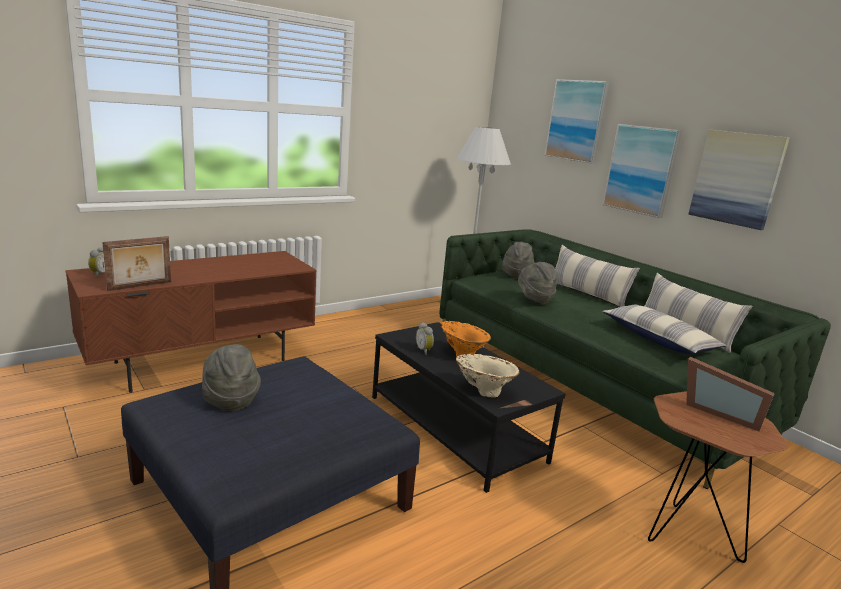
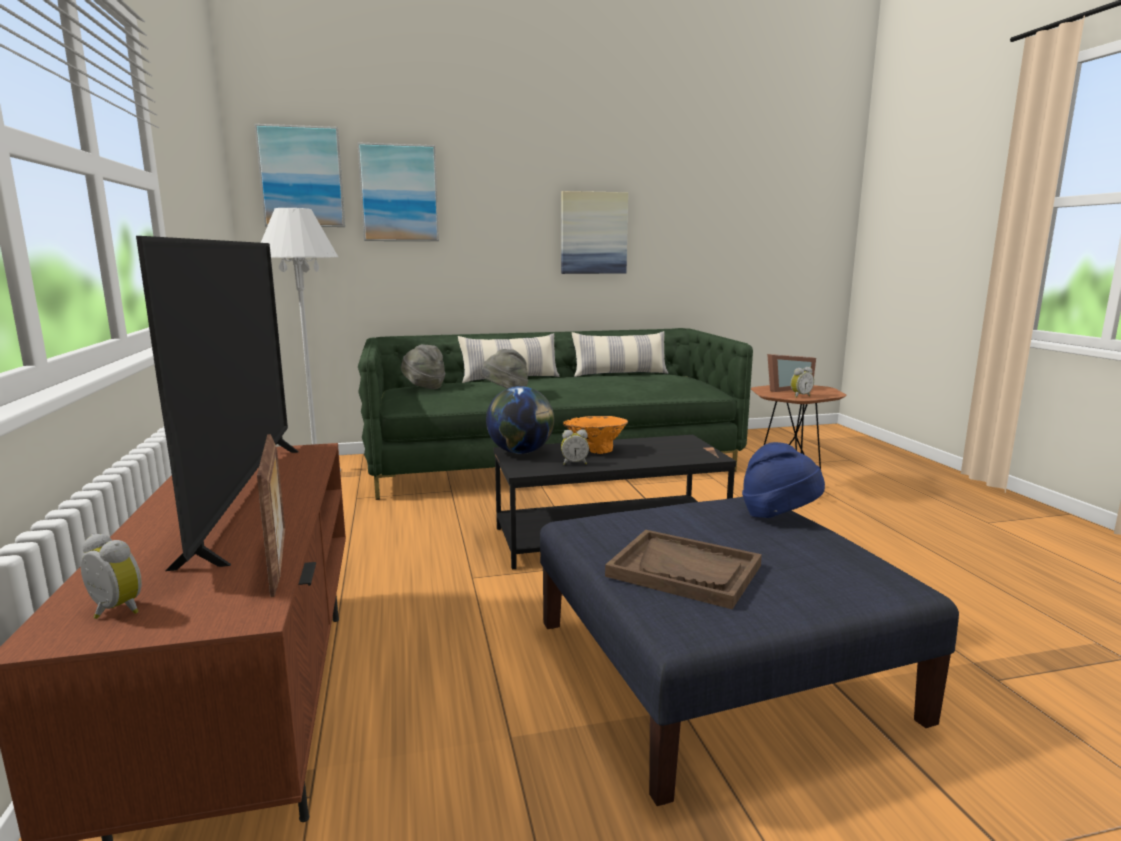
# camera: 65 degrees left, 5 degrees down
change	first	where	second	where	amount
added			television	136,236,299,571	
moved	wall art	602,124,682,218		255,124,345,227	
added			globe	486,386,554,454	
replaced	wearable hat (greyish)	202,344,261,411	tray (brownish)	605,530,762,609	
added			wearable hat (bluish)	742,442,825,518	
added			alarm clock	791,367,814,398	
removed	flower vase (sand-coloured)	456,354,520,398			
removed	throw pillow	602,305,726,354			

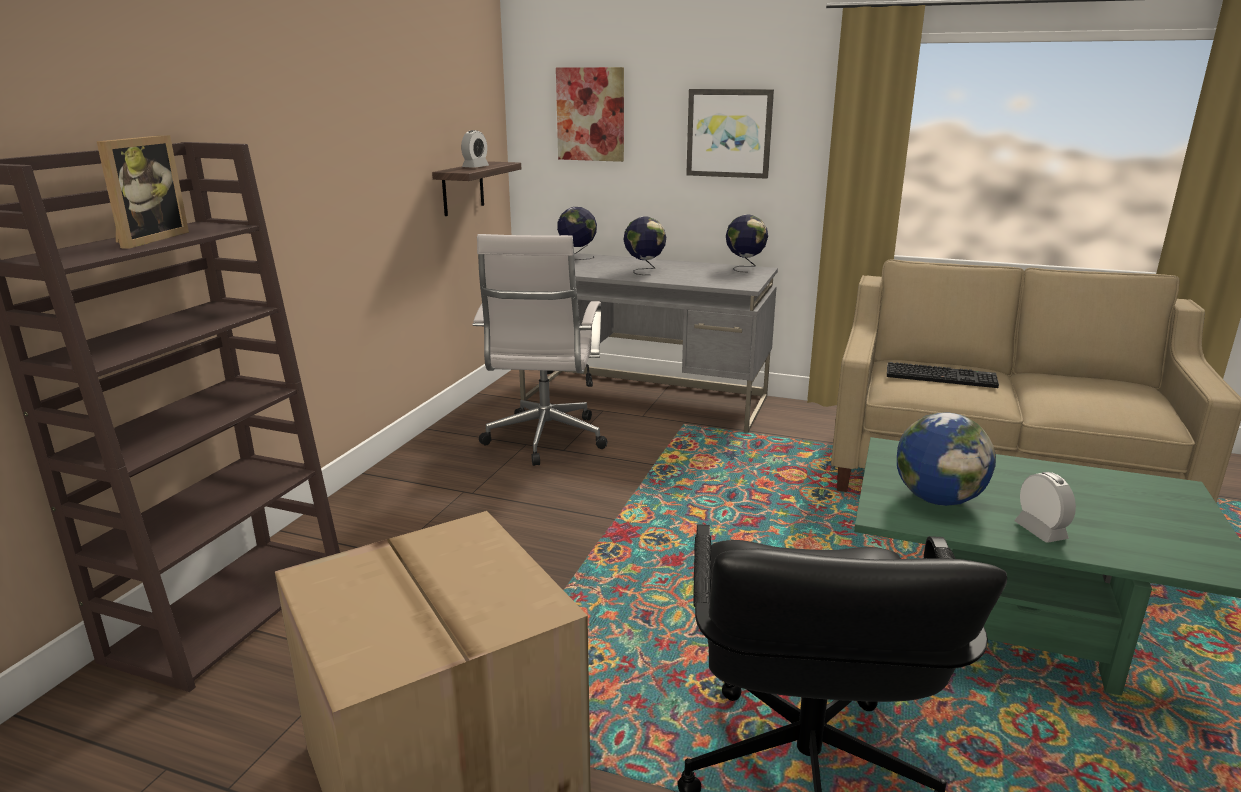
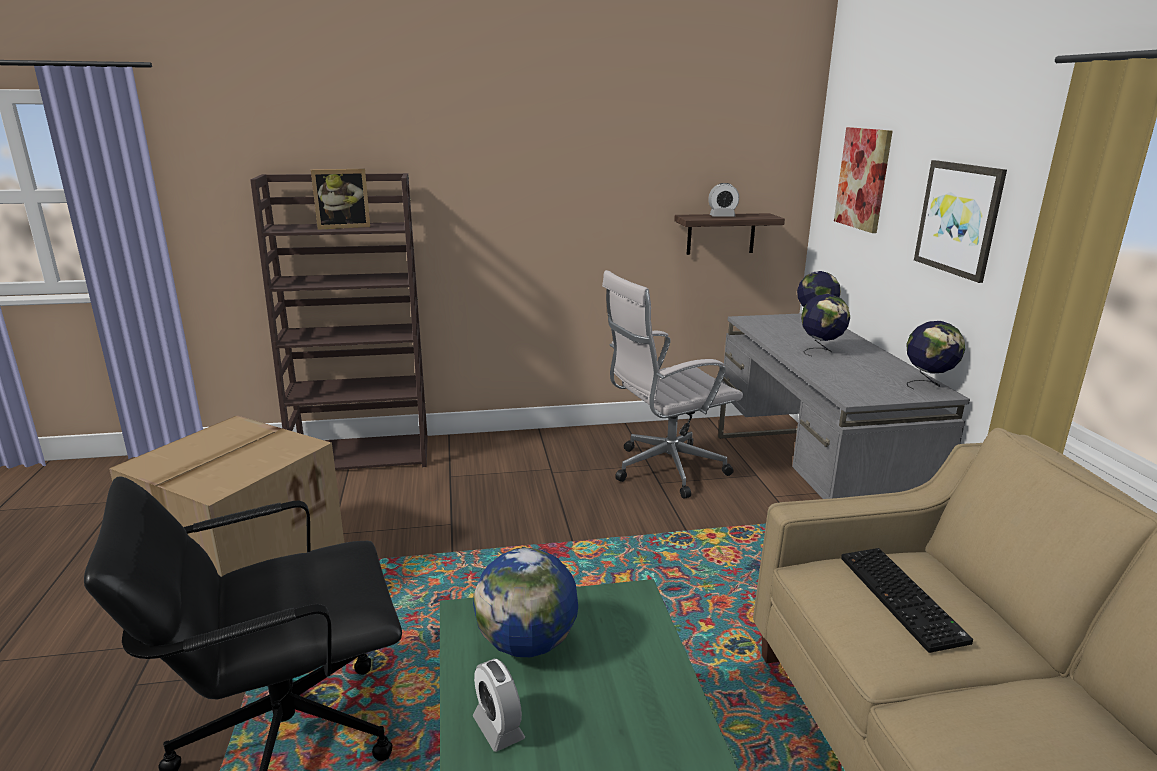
# camera: 60 degrees right, 0 degrees up
change	first	where	second	where	amount
turned	alarm clock	1014,472,1076,543		473,659,525,752	105 degrees clockwise

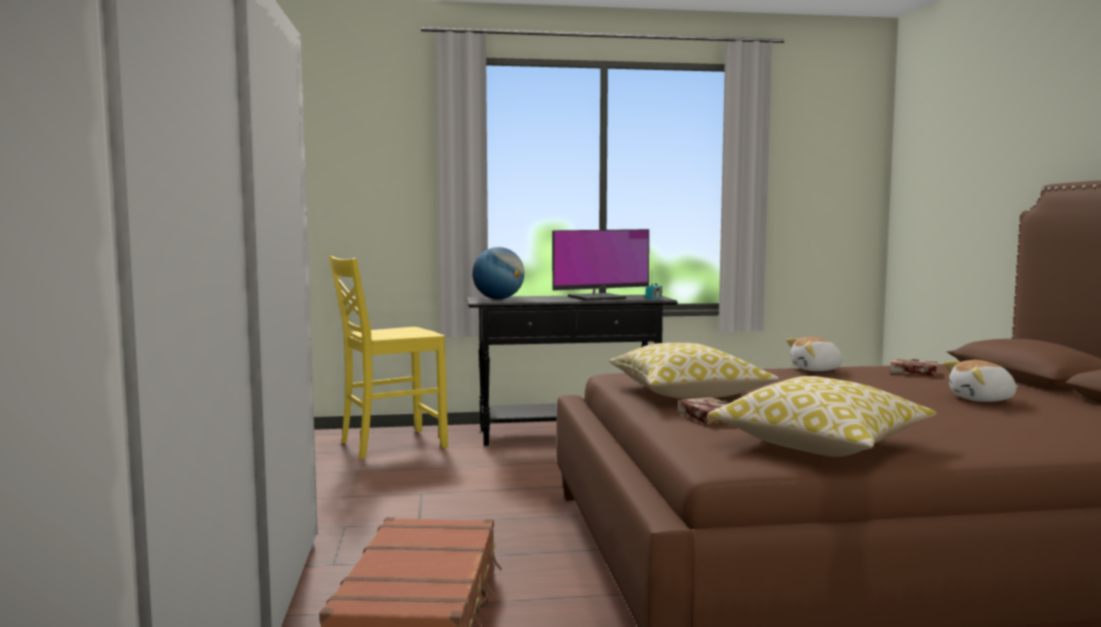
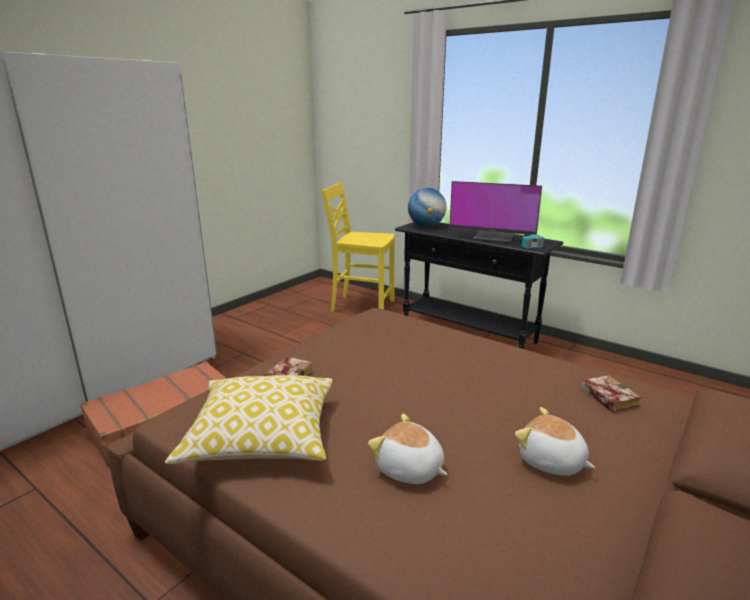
# camera: 45 degrees right, 15 degrees up
change	first	where	second	where	amount
moved	soft toy	786,337,846,371		368,414,448,484	
removed	throw pillow	609,343,779,399			

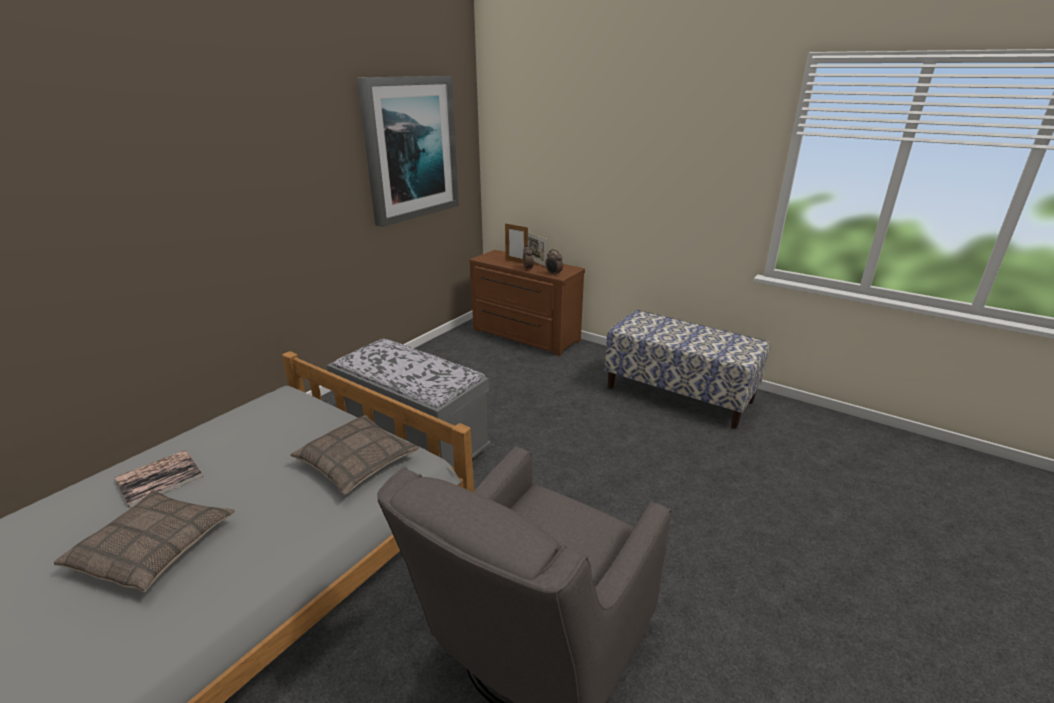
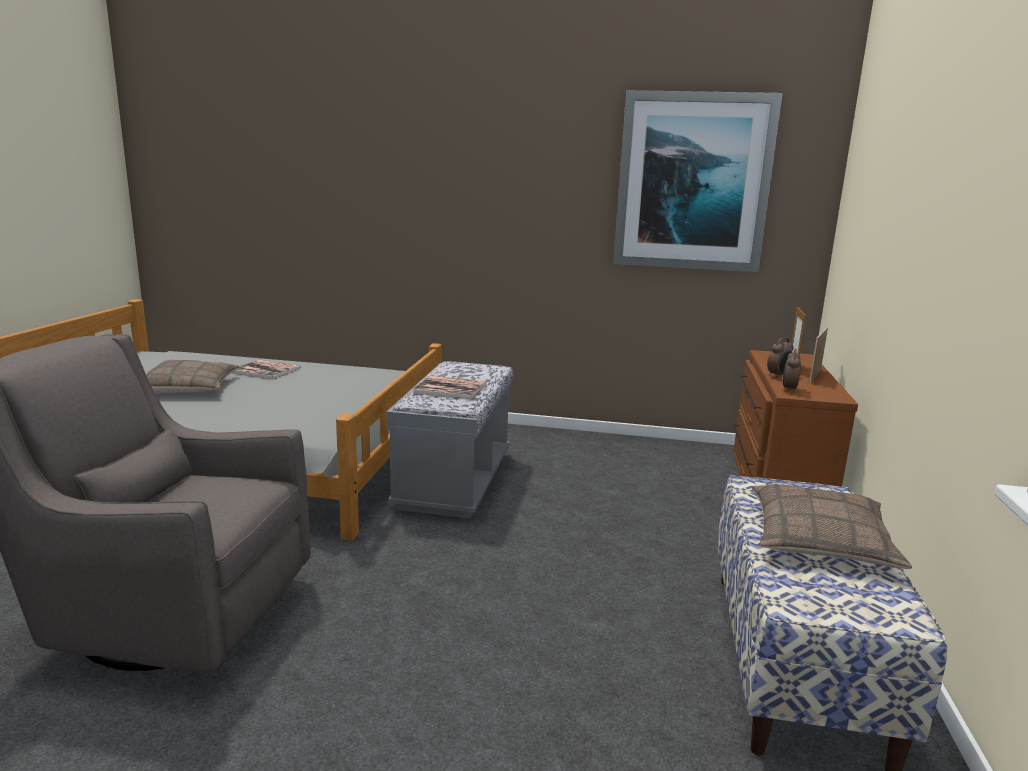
# camera: 65 degrees right, 10 degrees down
change	first	where	second	where	amount
added			bound book	413,375,487,400	
moved	throw pillow	290,415,420,495		752,484,912,569	

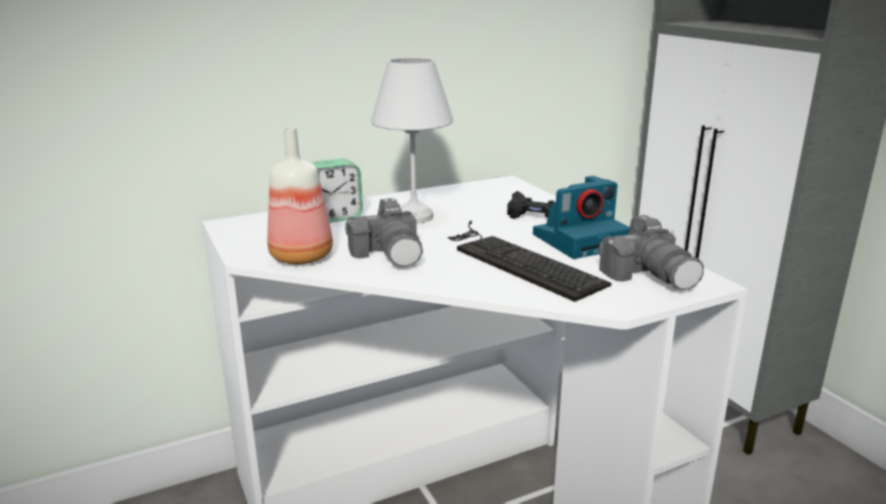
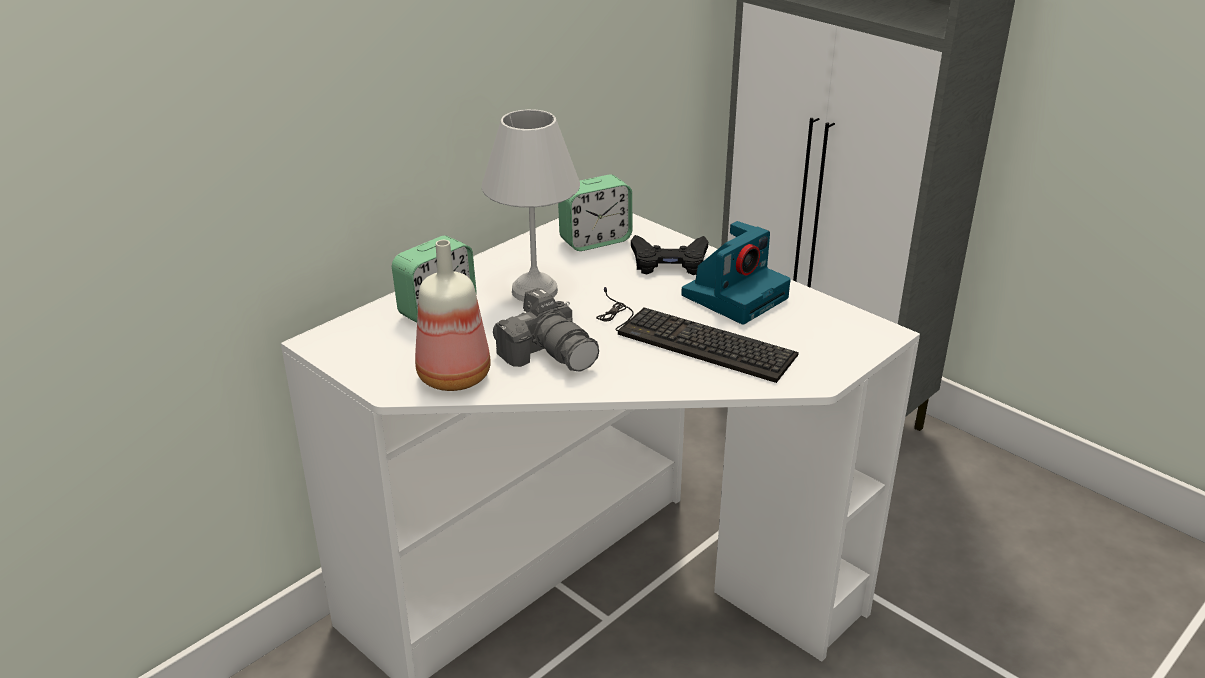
# camera: 20 degrees left, 10 degrees up
change	first	where	second	where	amount
added			alarm clock	558,175,632,251	
removed	still camera	598,215,704,290			

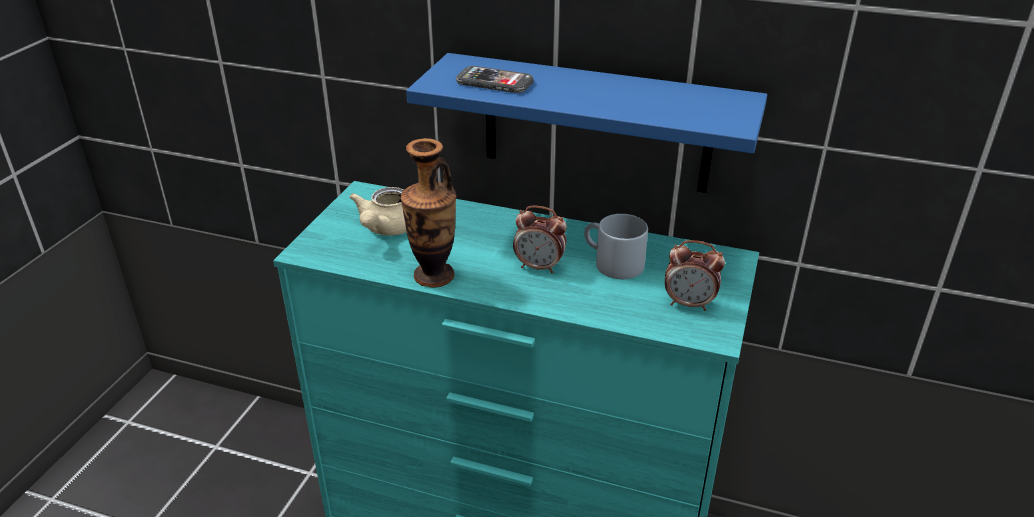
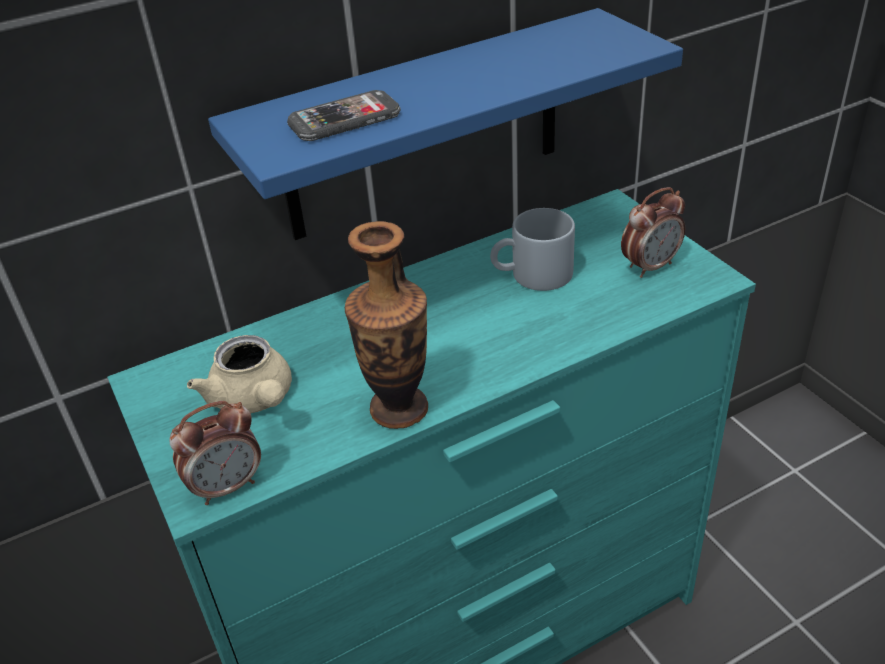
# camera: 45 degrees left, 5 degrees up
change	first	where	second	where	amount
moved	alarm clock	513,206,567,274		169,401,261,505	

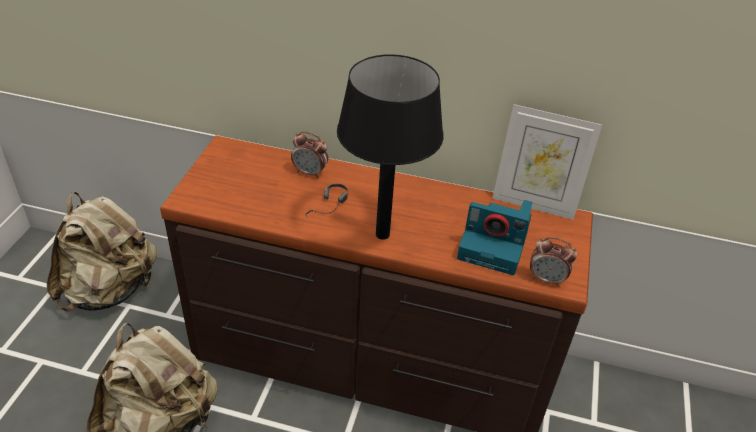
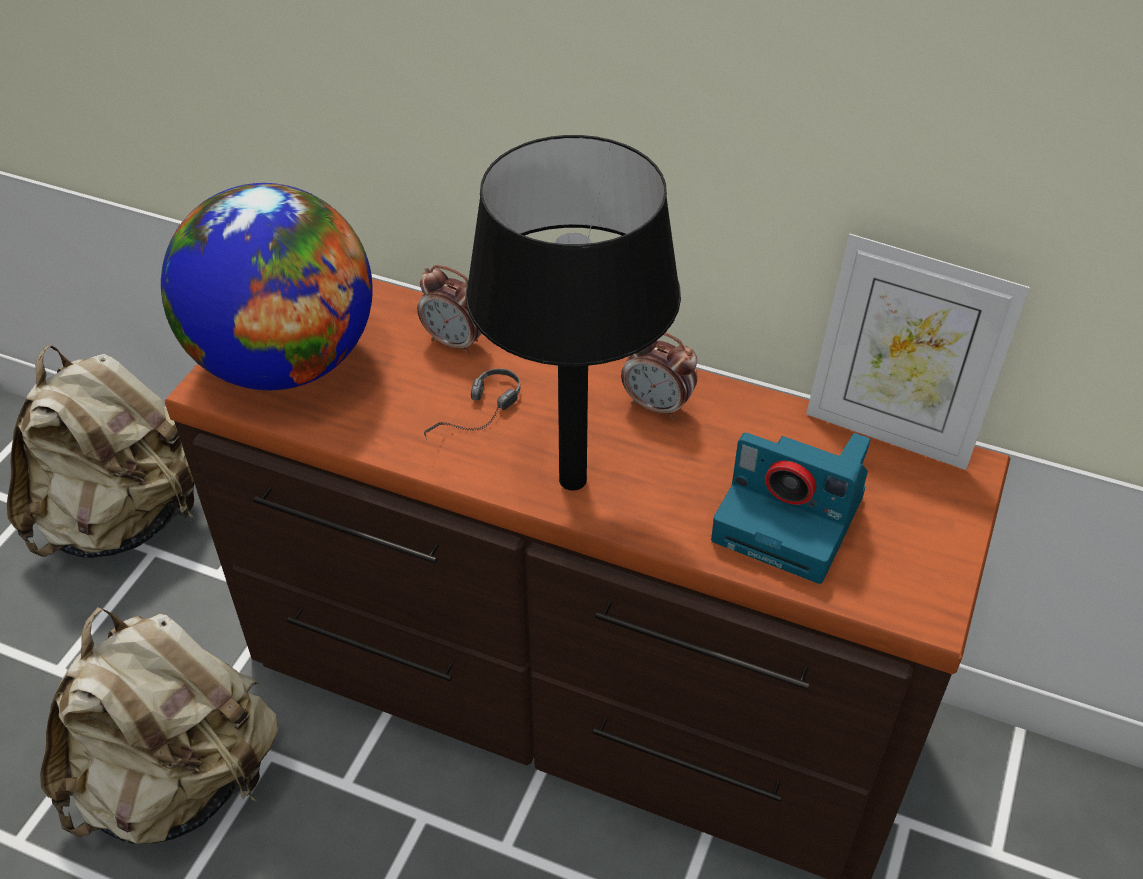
# camera: 10 degrees right, 5 degrees up
change	first	where	second	where	amount
added			globe	161,183,373,390	
moved	alarm clock	530,237,577,287		621,332,697,420	

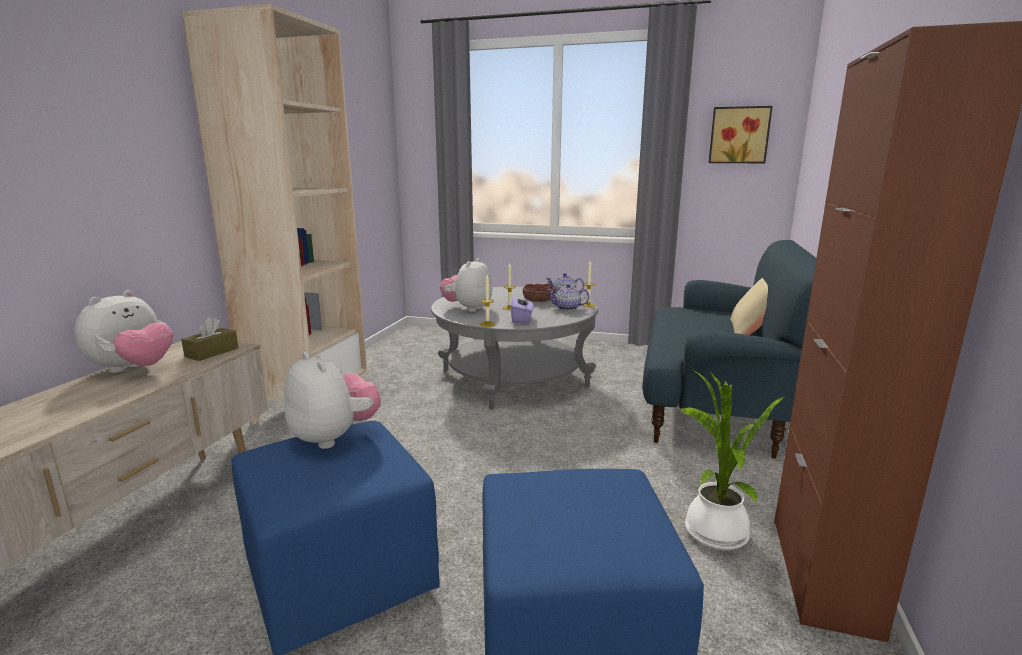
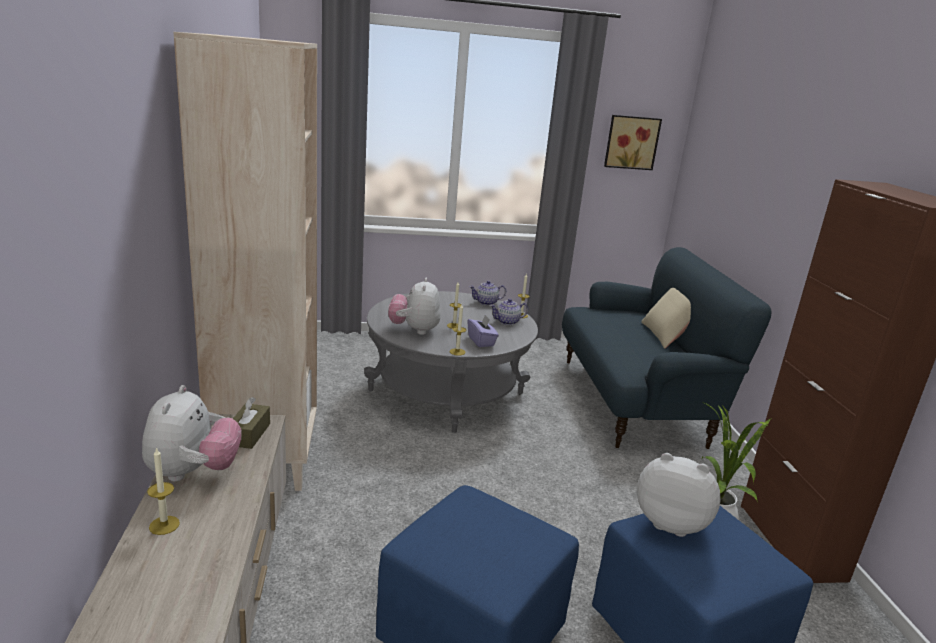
# camera: 25 degrees left, 5 degrees up
change	first	where	second	where	amount
added			wax light	147,447,180,535	
moved	soft toy	284,352,381,449		637,453,721,537	
removed	serving bowl	523,283,555,302			

